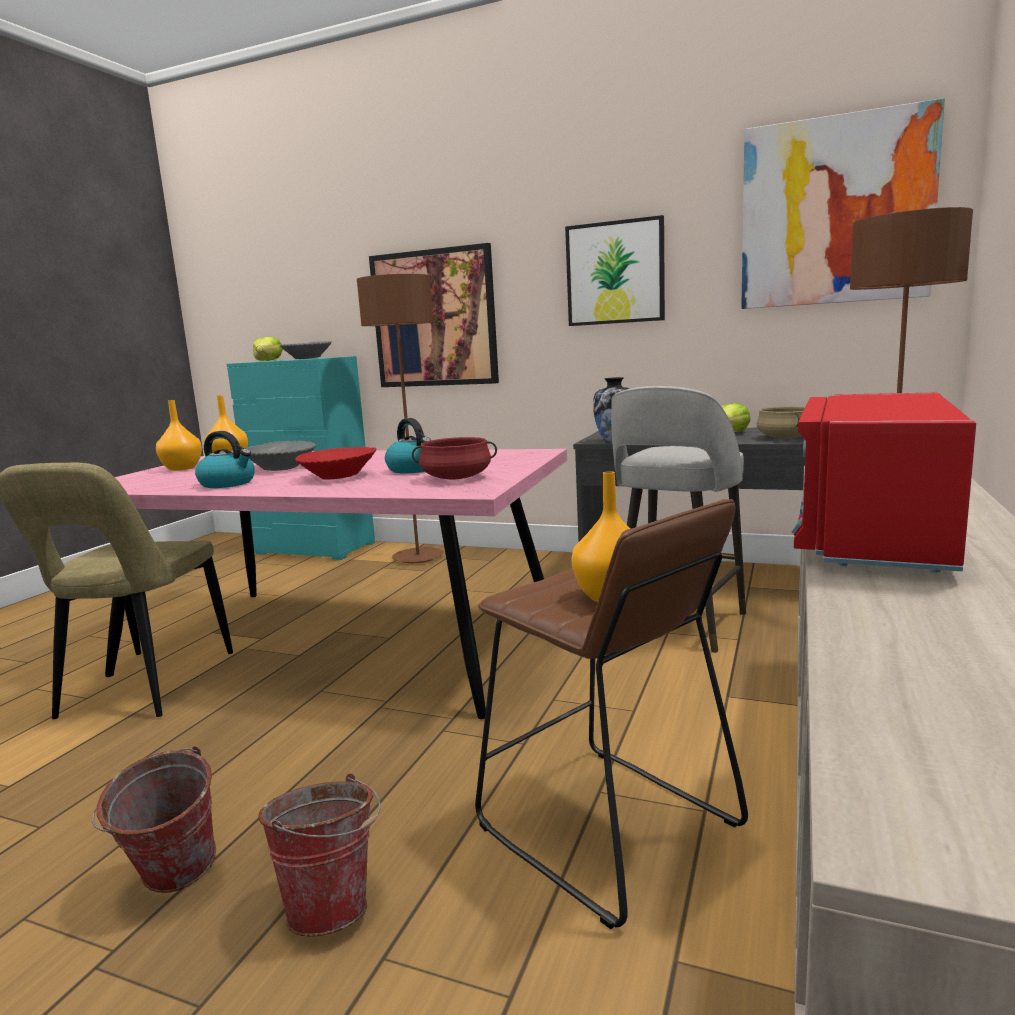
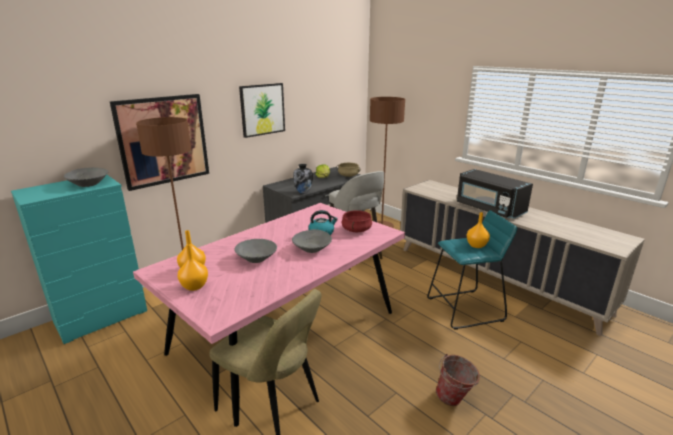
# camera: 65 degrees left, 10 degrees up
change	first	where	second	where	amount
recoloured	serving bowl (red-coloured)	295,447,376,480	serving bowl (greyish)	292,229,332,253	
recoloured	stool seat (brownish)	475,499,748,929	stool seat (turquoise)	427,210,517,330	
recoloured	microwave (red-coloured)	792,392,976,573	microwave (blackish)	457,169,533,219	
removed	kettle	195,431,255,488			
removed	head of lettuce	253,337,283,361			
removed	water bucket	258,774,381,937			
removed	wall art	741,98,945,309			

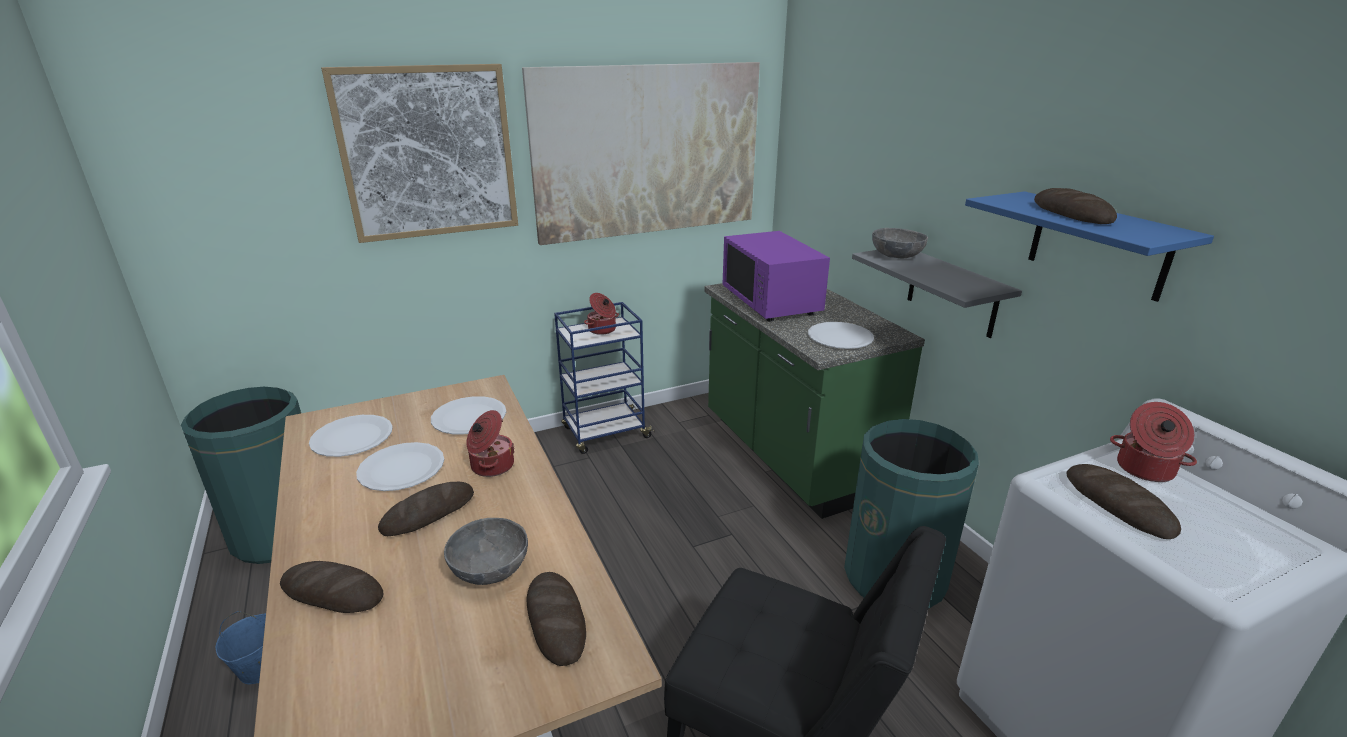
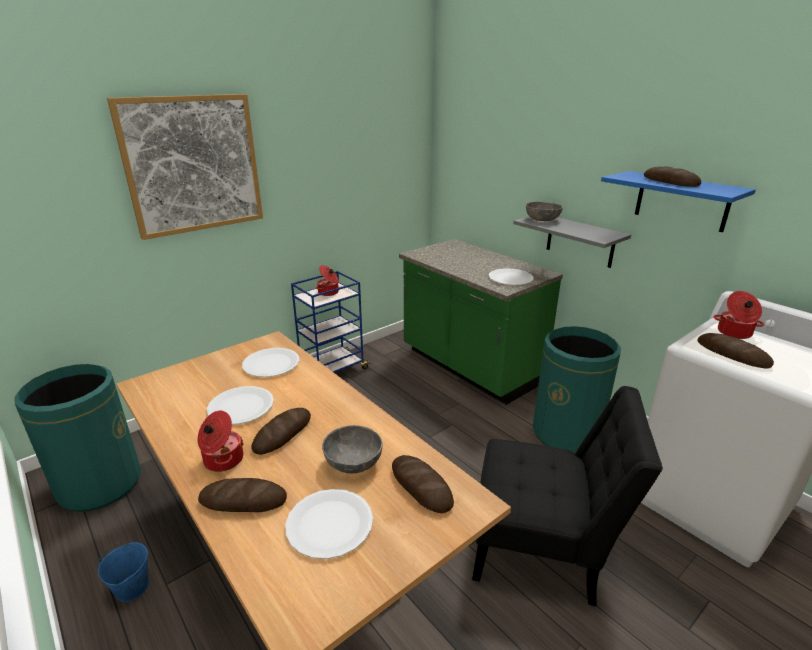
# camera: 15 degrees left, 0 degrees up
change	first	where	second	where	amount
moved	saucepot	467,410,515,477		198,411,244,472	
moved	plate (white)	309,415,393,457		285,489,373,559	
removed	wall art	522,62,760,245			
removed	microwave (purple-coloured)	722,231,830,321			

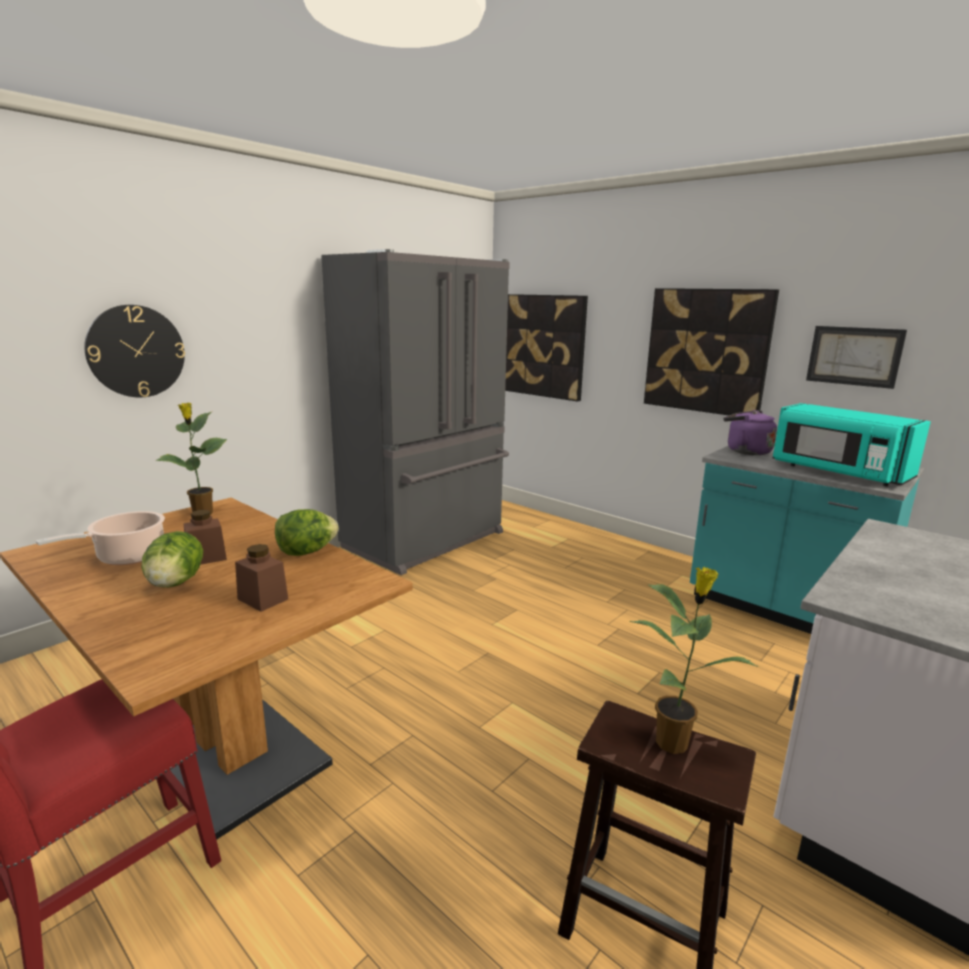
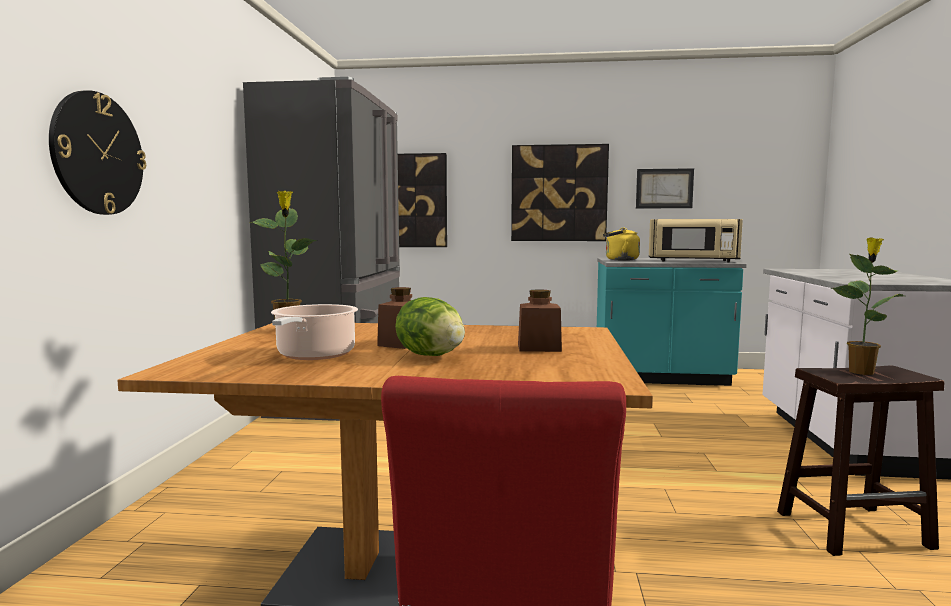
# camera: 35 degrees left, 10 degrees down
change	first	where	second	where	amount
recoloured	kettle (purple-coloured)	724,410,777,455	kettle (yellow-coloured)	603,228,640,261	
recoloured	microwave (turquoise)	773,403,931,486	microwave (sand-coloured)	649,219,743,262	
removed	head of lettuce	275,509,339,556			

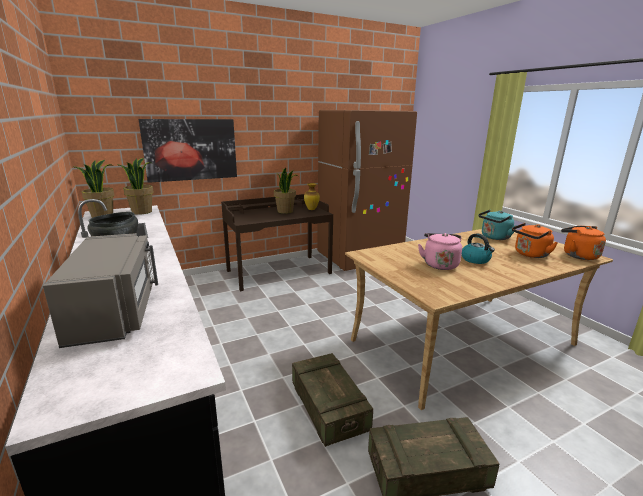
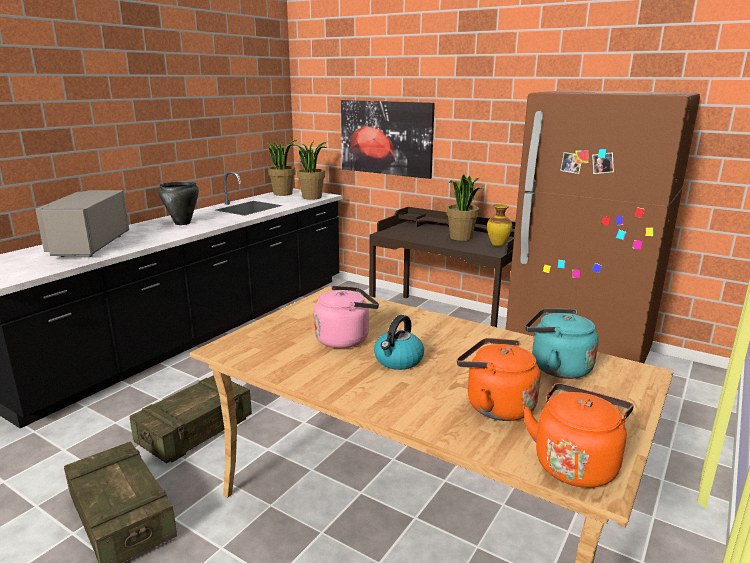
# camera: 60 degrees right, 0 degrees up
change	first	where	second	where	amount
turned	microwave (greyish)	43,233,158,348		35,190,129,257	135 degrees clockwise

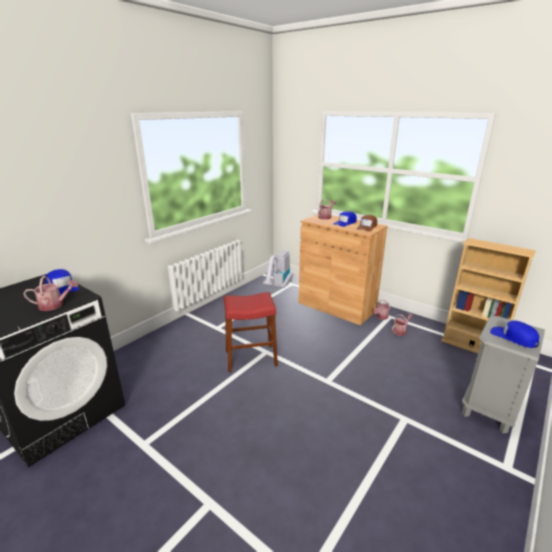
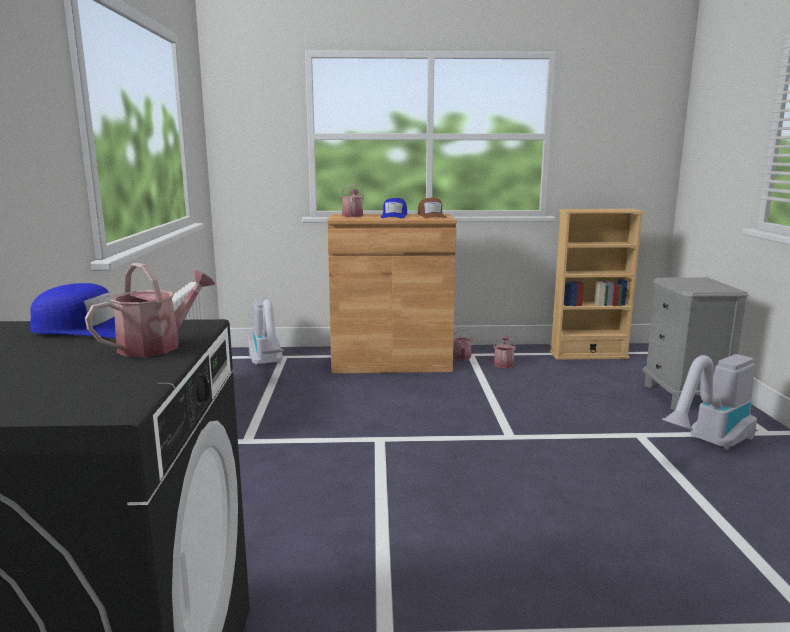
# camera: 40 degrees left, 10 degrees down
change	first	where	second	where	amount
added			vacuum cleaner	662,354,757,450	
removed	stool seat (red-coloured)	224,292,278,372			
removed	peaked cap (bluish)	490,321,539,348			

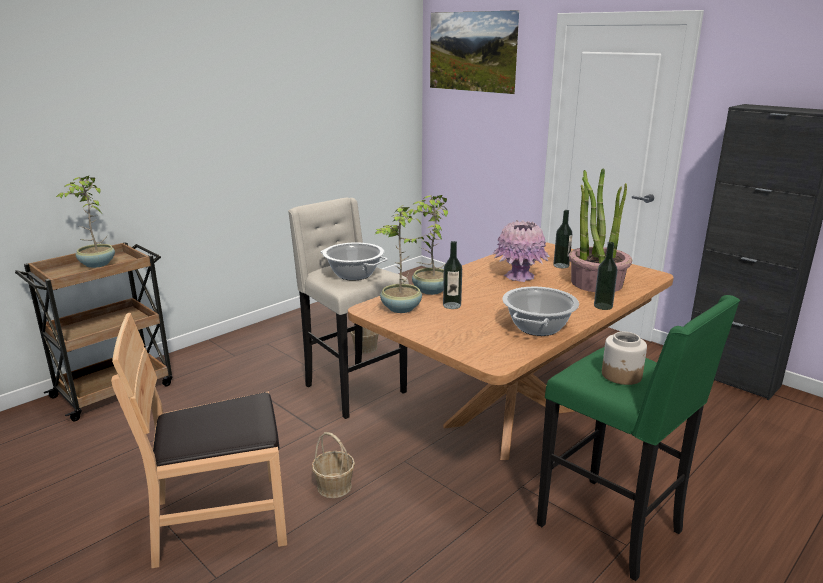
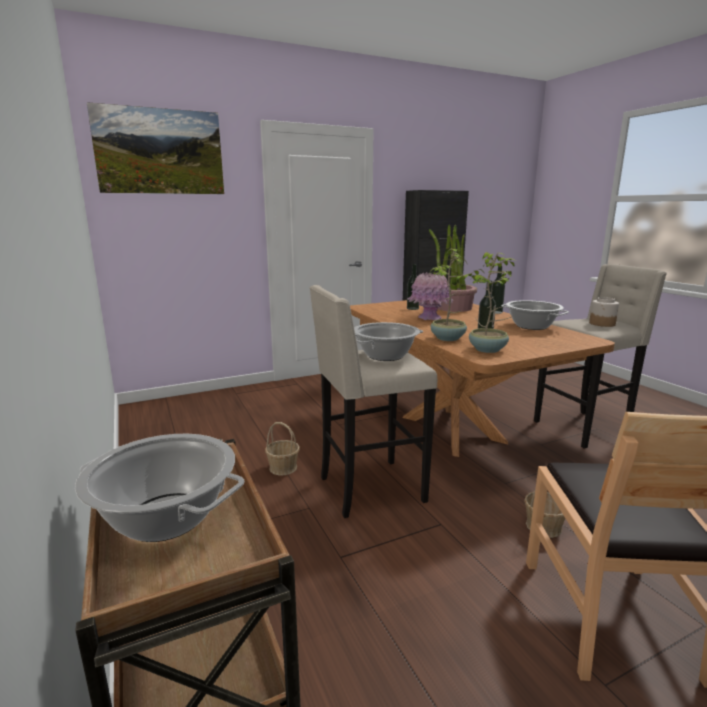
# camera: 70 degrees left, 5 degrees down
change	first	where	second	where	amount
replaced	potted plant	56,176,115,268	saucepot	75,434,244,542	
recoloured	stool seat (green-coloured)	537,295,740,581	stool seat (sand-coloured)	534,264,667,449	

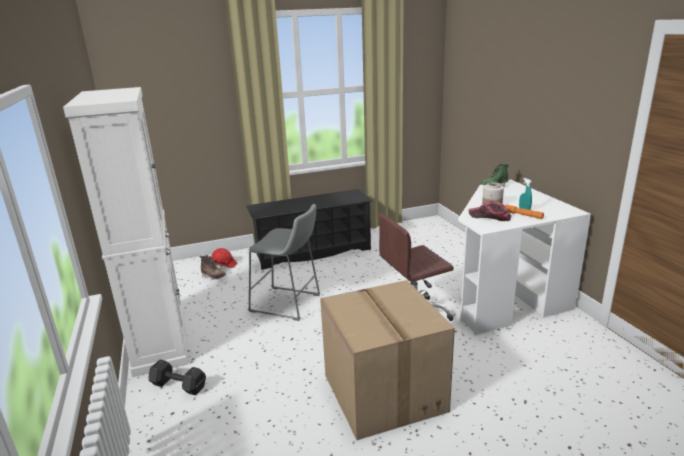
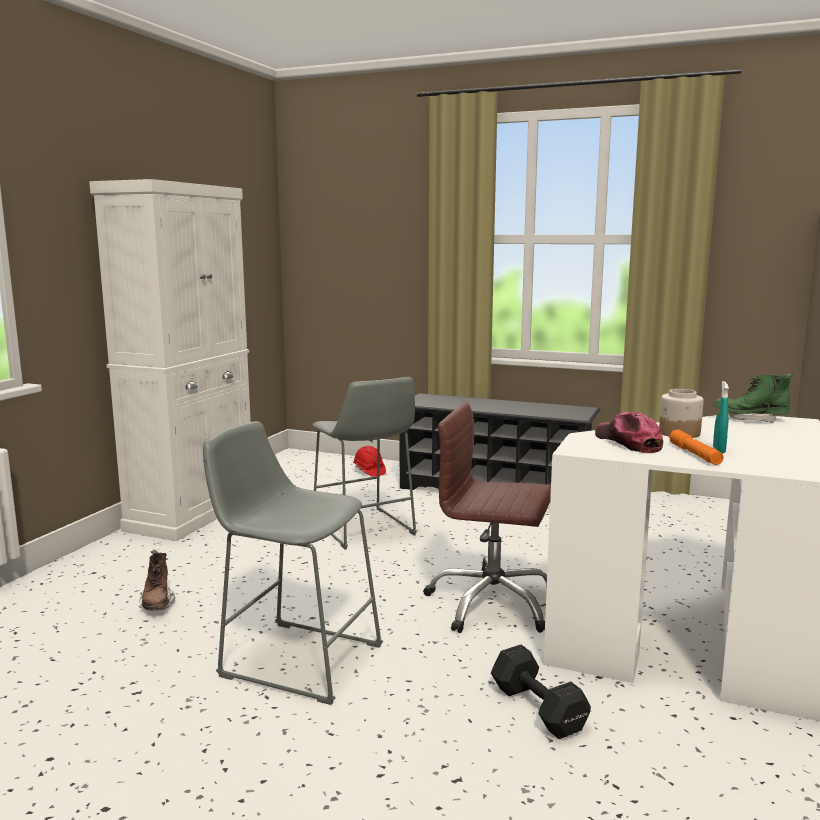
# camera: 40 degrees right, 10 degrees down
change	first	where	second	where	amount
moved	boot (brownish)	200,255,226,280		139,550,175,611	
replaced	carton	320,280,455,440	stool seat (greyish)	203,421,383,705	
moved	dumbbell (blackish)	148,360,206,395		491,645,591,739	

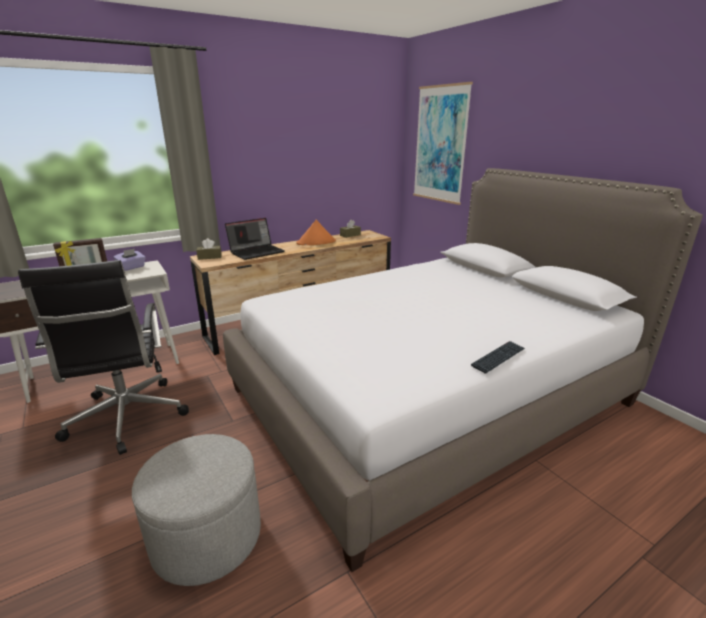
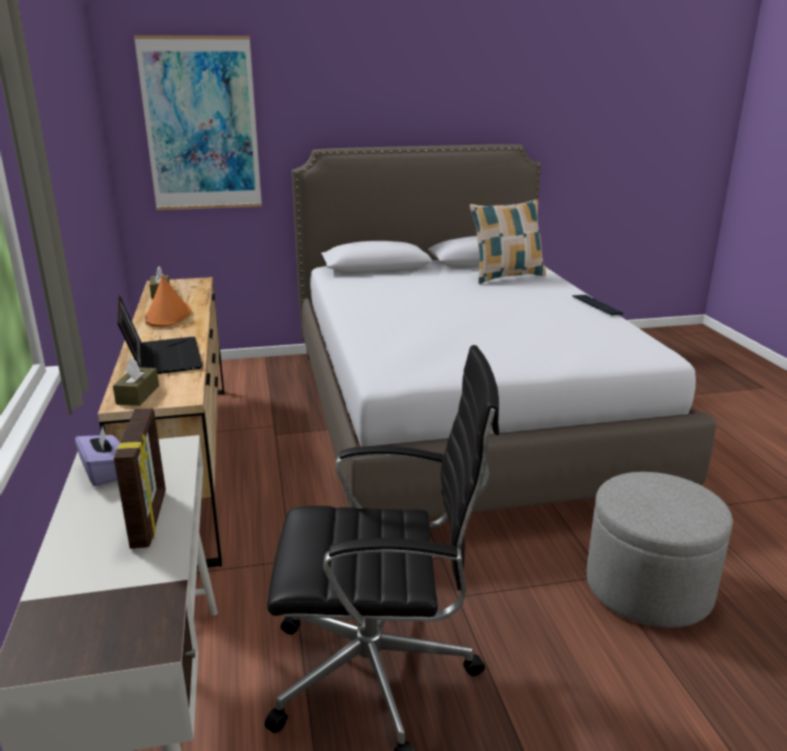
# camera: 70 degrees left, 0 degrees up
change	first	where	second	where	amount
added			throw pillow	470,199,546,284	

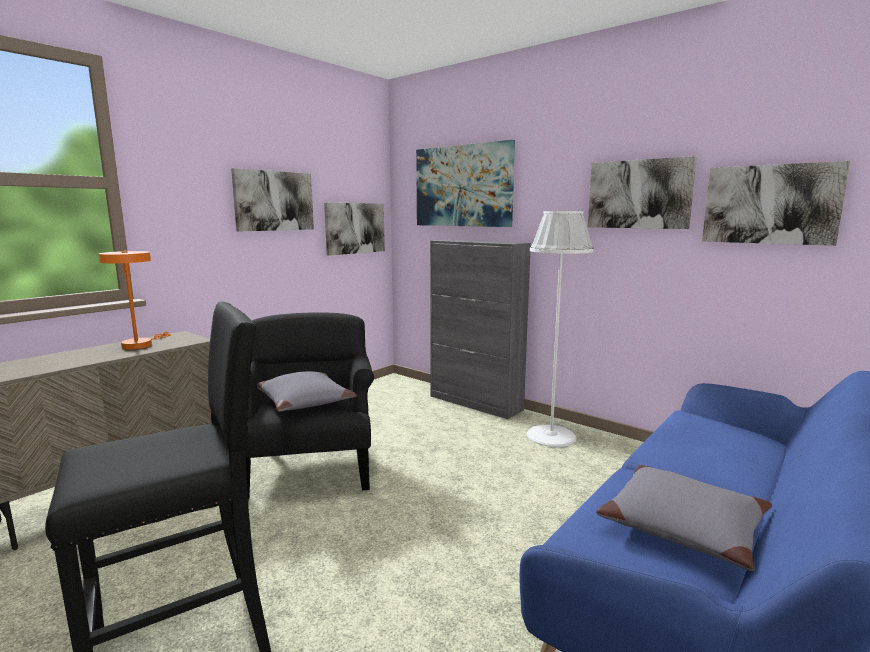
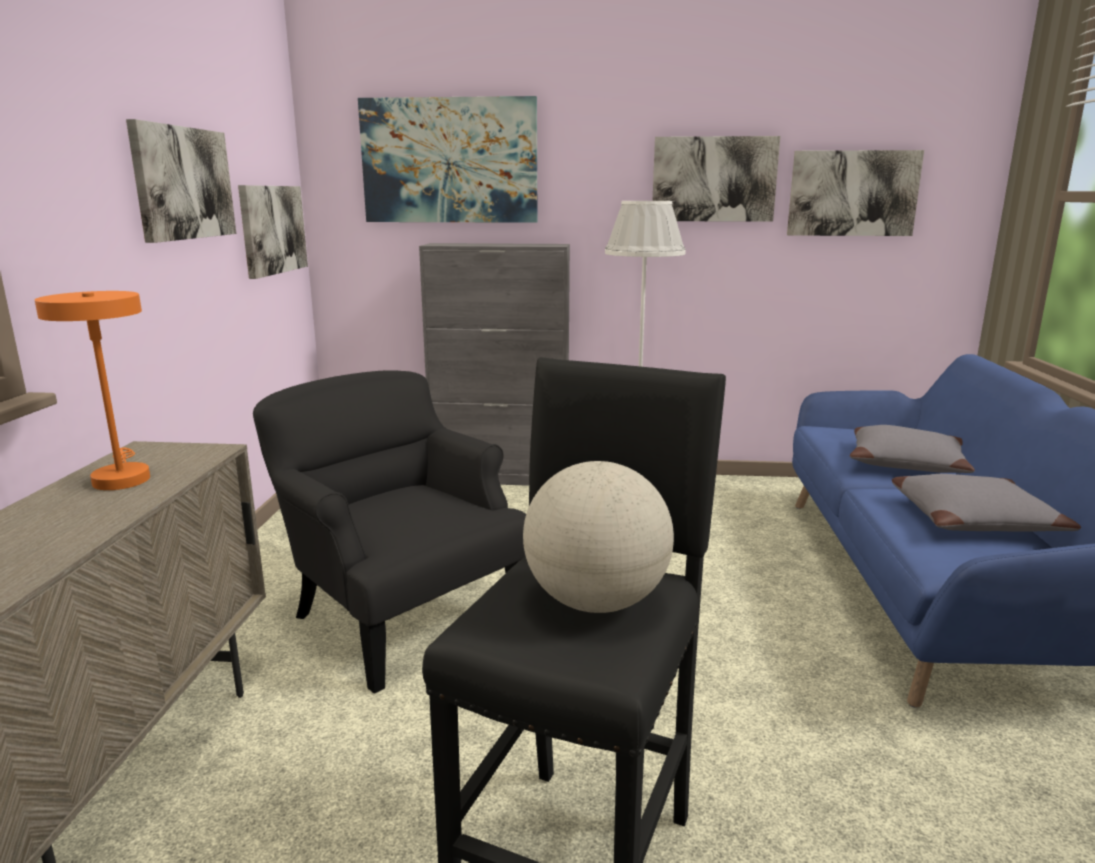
# camera: 35 degrees left, 5 degrees up
change	first	where	second	where	amount
added			globe	523,461,674,613	
moved	throw pillow (greyish)	257,371,357,411		850,425,975,473	

